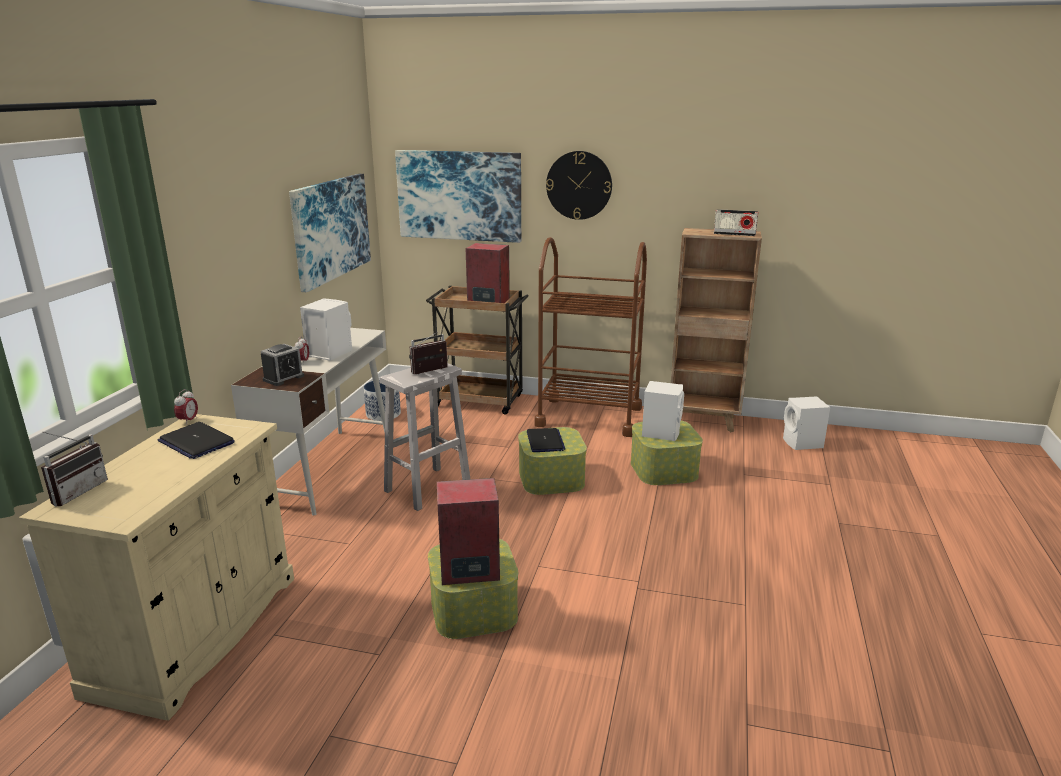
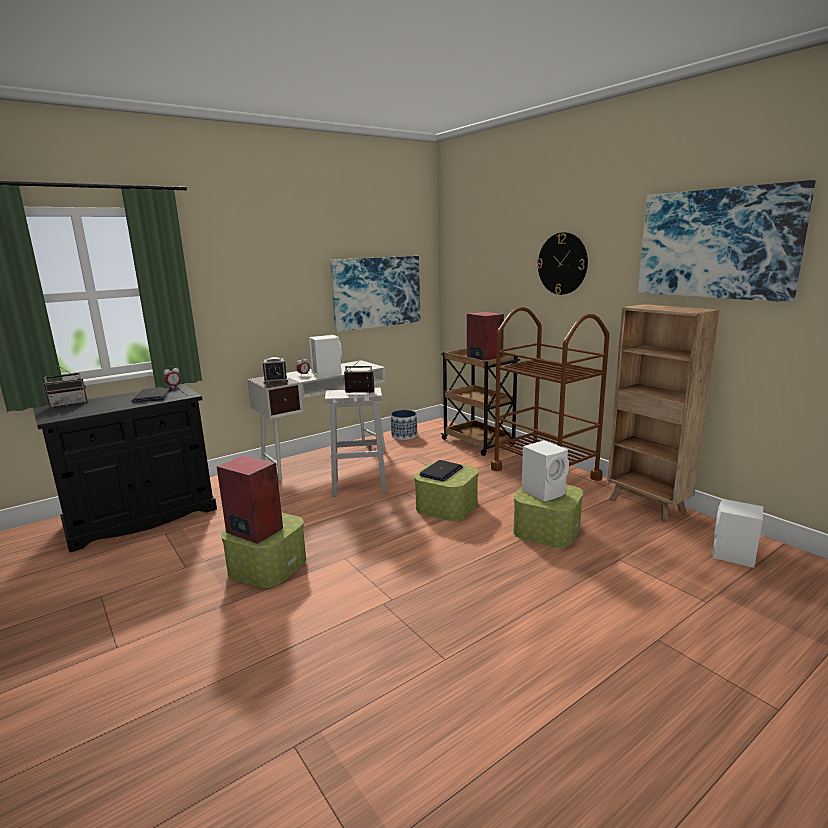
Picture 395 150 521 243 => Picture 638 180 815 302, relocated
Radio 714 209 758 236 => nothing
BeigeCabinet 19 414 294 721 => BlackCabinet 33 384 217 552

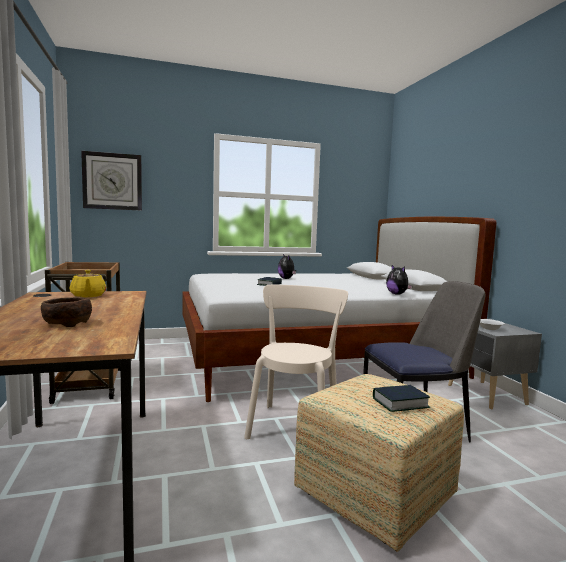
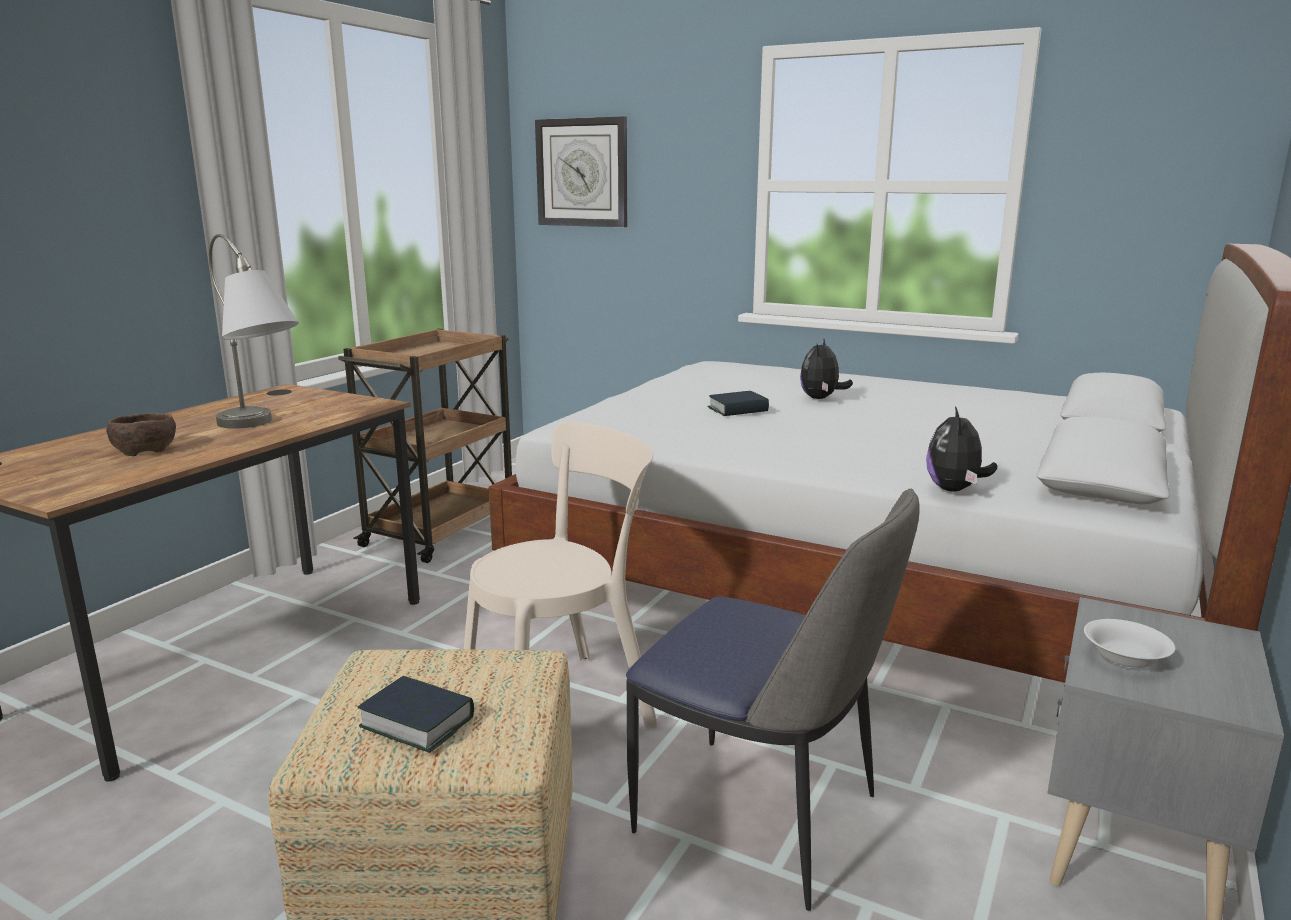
YellowTeapot 70 270 106 297 => nothing
nothing => GreyTableLamp 209 234 299 429

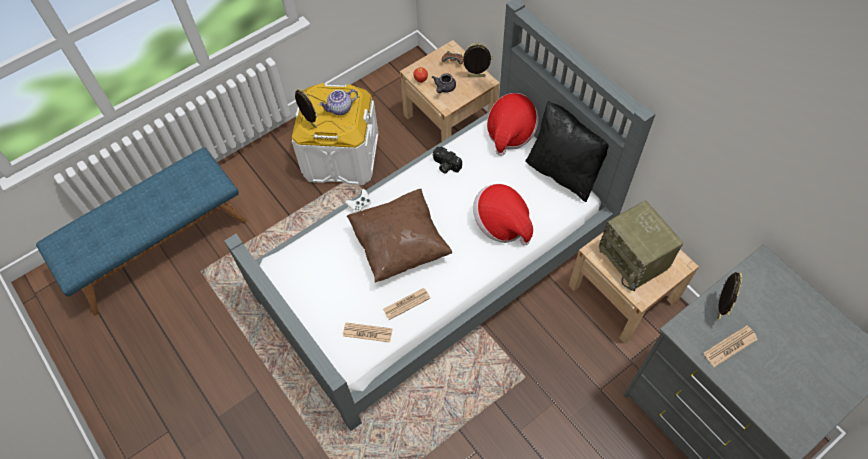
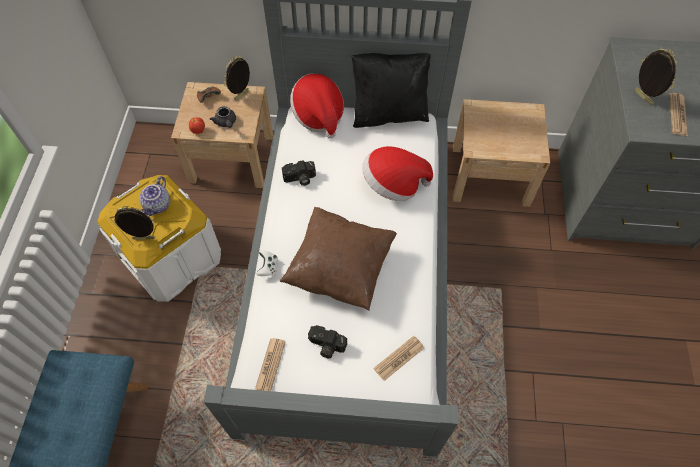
Radio 599 201 683 291 => nothing
Newspaper 383 288 430 320 => Newspaper 255 338 286 391, relocated
nothing => PhotoCamera 308 325 347 359

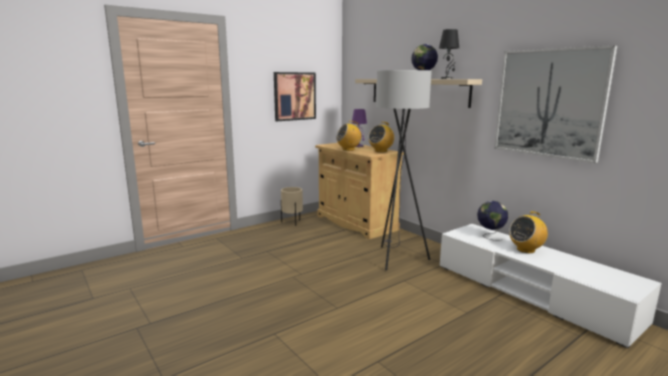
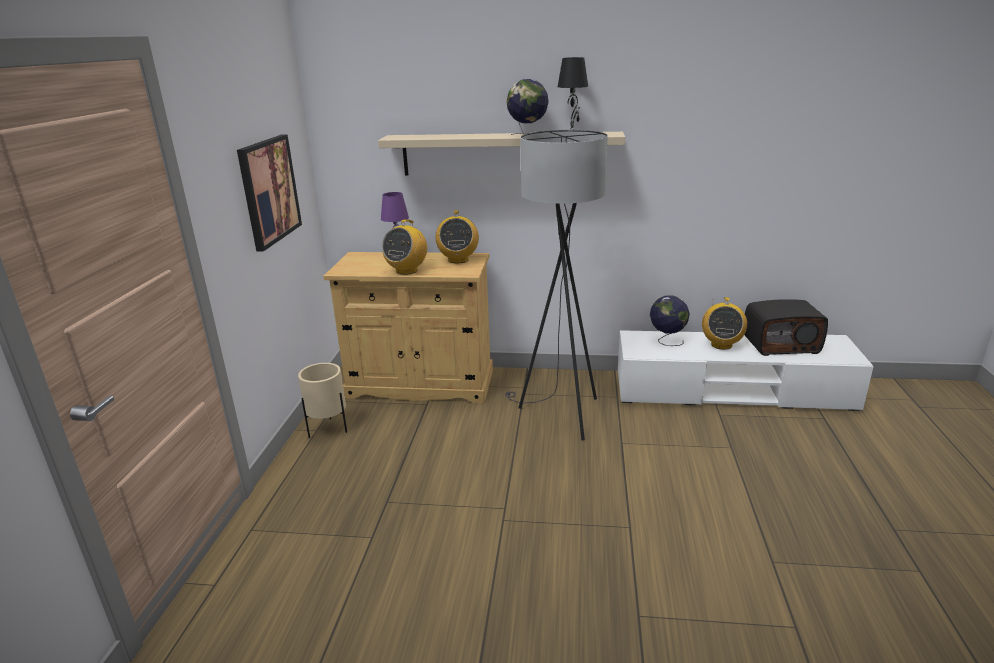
Picture 494 45 617 163 => nothing
nothing => Radio 744 299 828 356

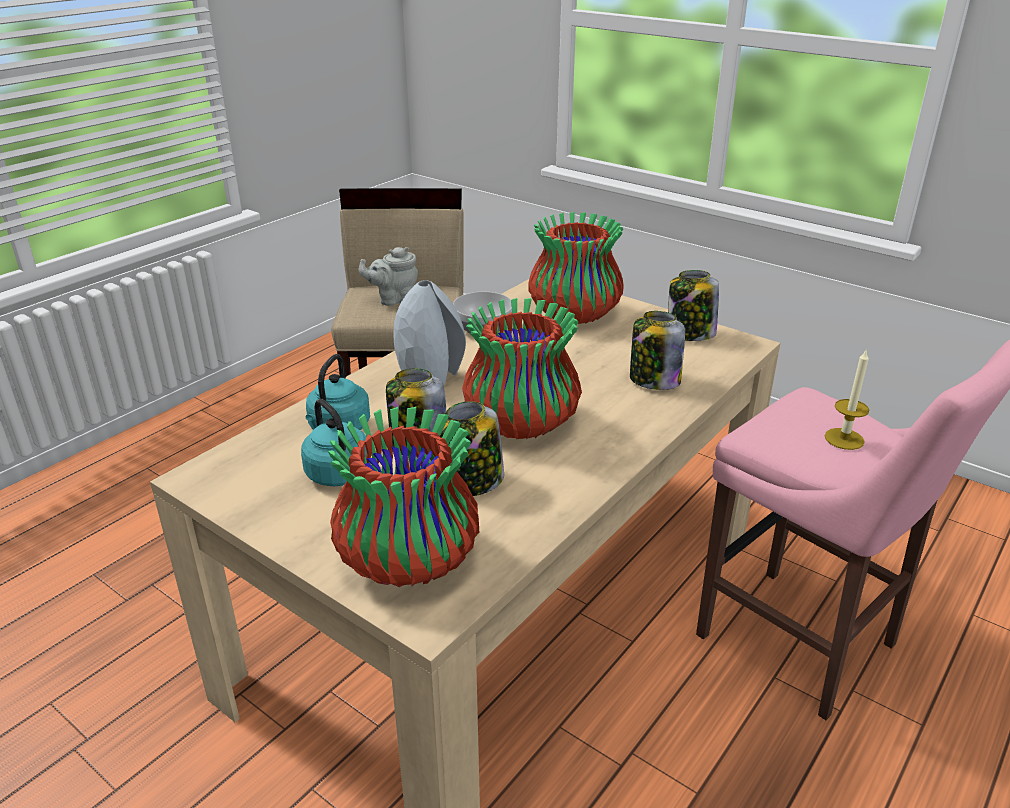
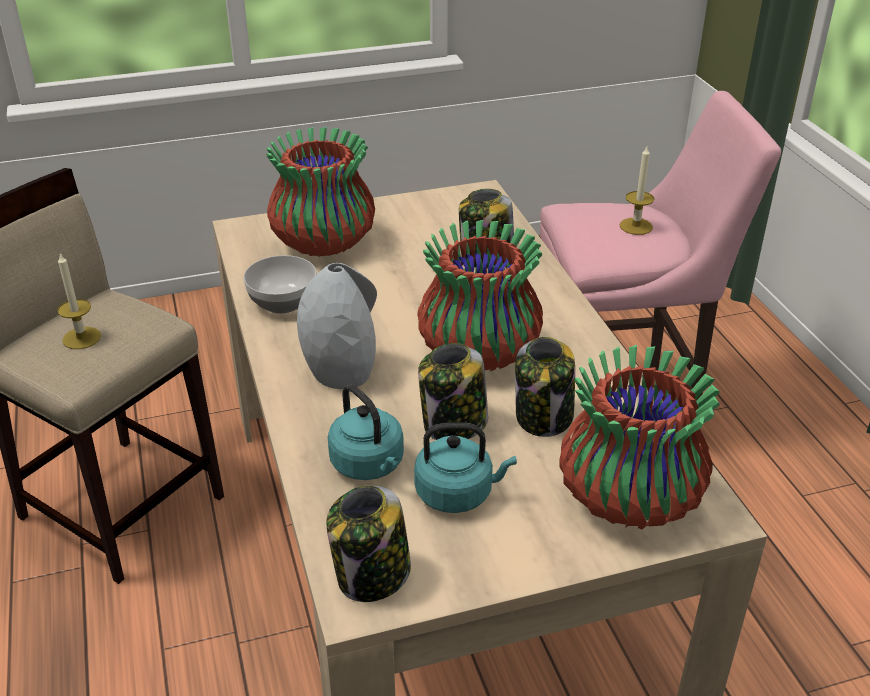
GreyTeapot 359 247 418 306 => Candle 58 253 101 349
Jar 668 270 719 341 => Jar 326 486 411 602, relocated

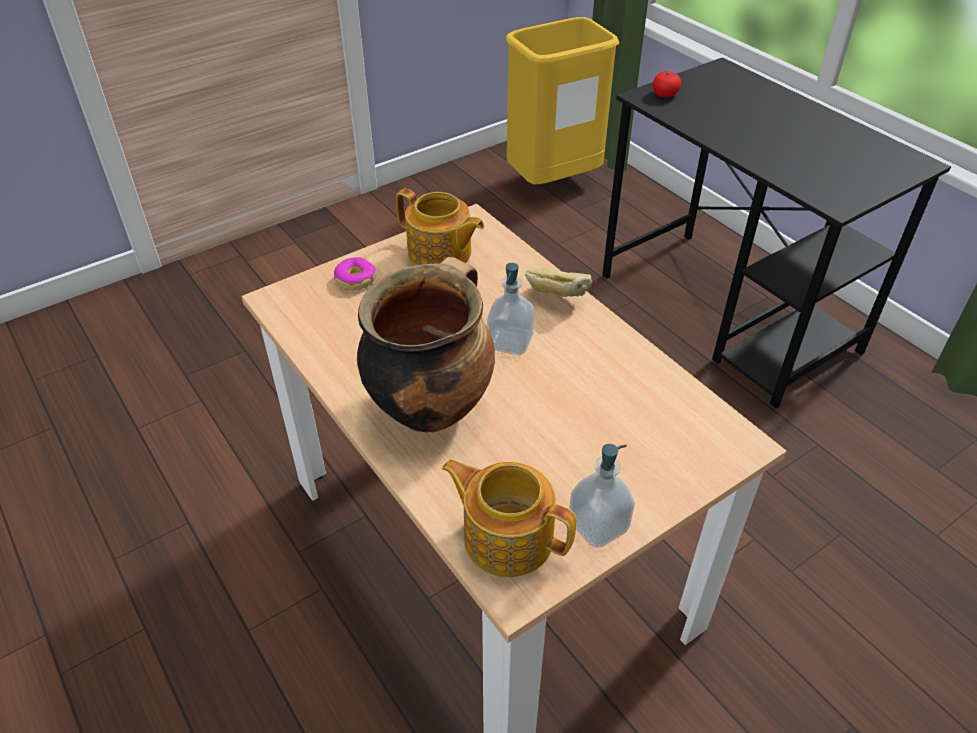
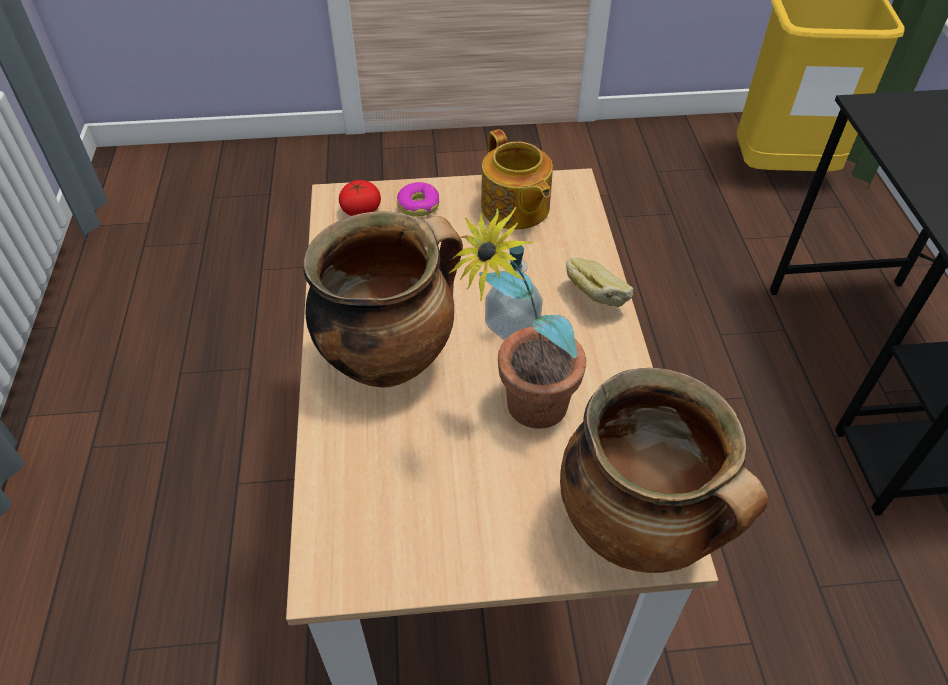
Tomato 653 71 682 97 => Tomato 339 180 381 216, relocated
SoapDispenser 569 444 635 548 => nothing
Teapot 441 459 576 577 => nothing
nothing => PottedPlant 449 207 586 429
nothing => CookingPot 560 368 768 573

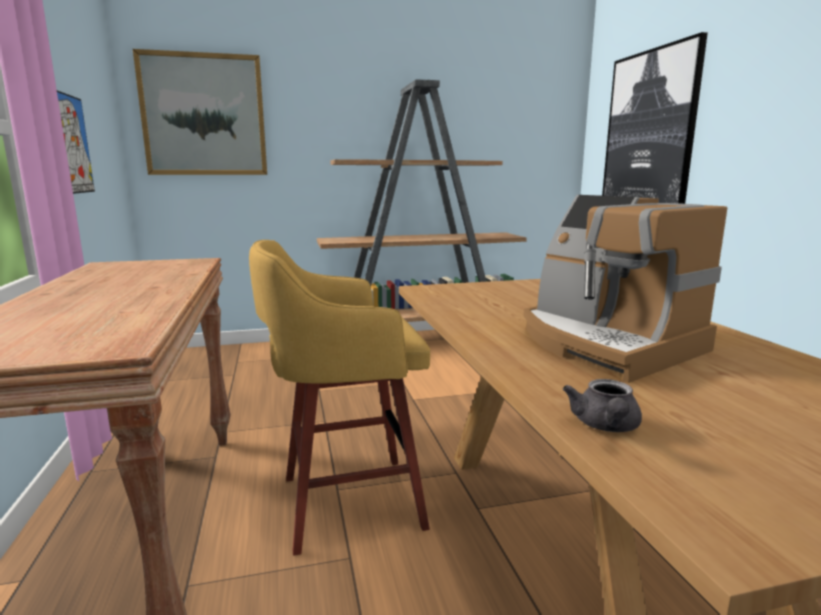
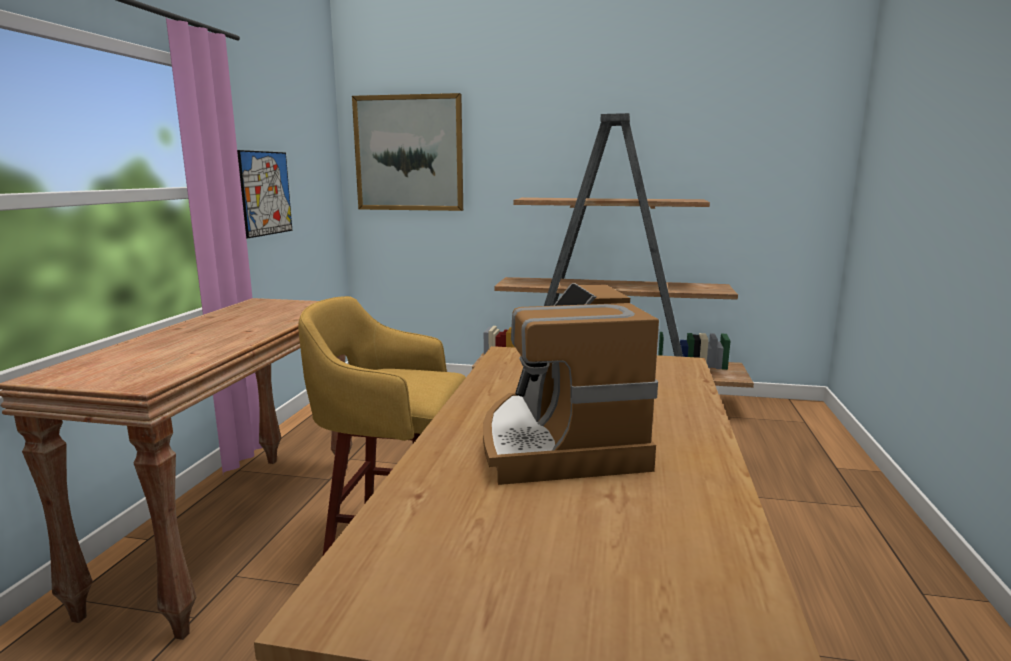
Picture 602 32 708 204 => nothing
GreyTeapot 563 379 642 432 => nothing

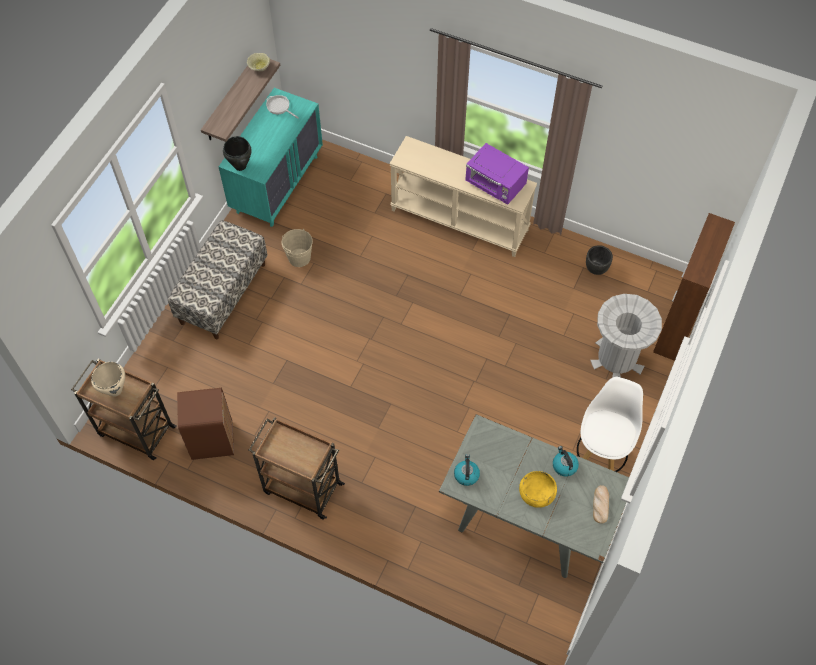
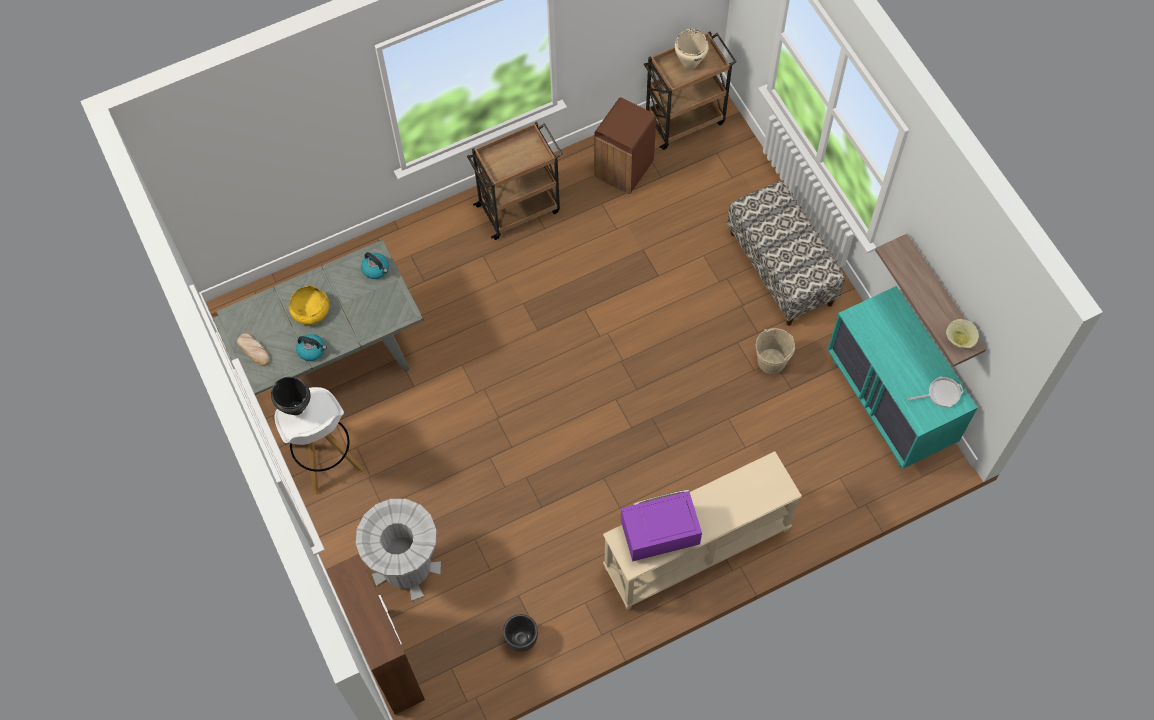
BlackCookingPot 223 136 252 171 => BlackCookingPot 271 377 310 415, relocated

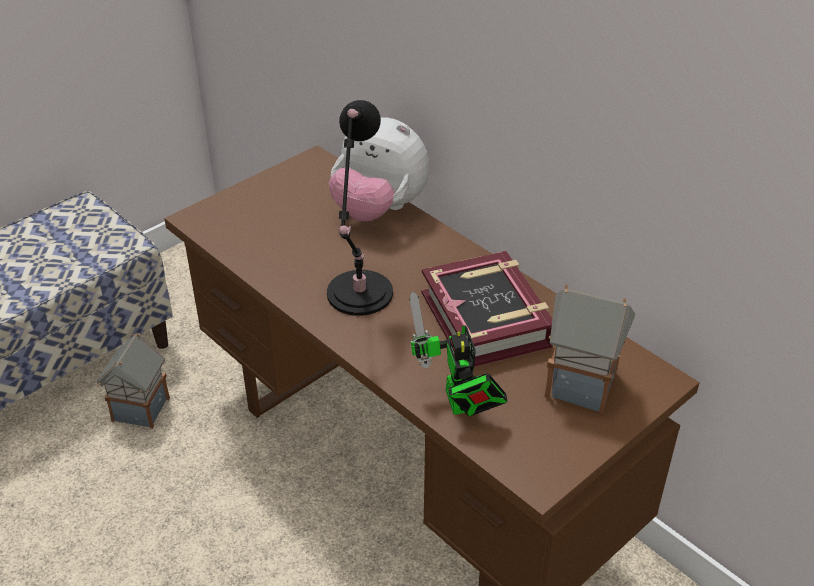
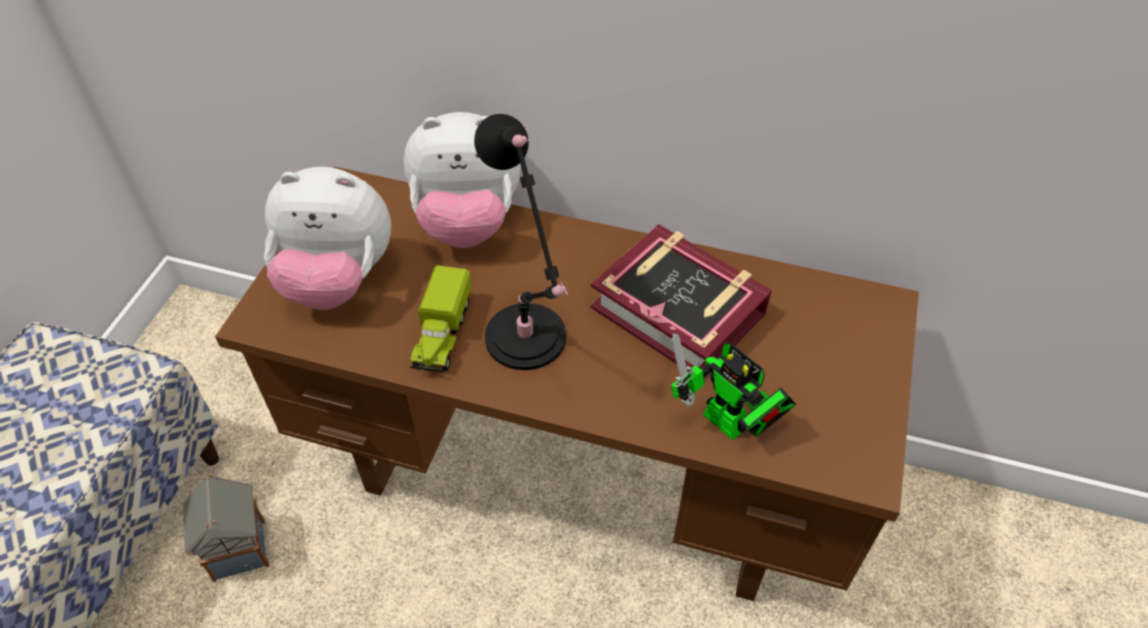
ToyHouse 544 285 635 414 => nothing
nothing => PlushToy 264 167 391 310
nothing => ToyTruck 410 265 472 372

